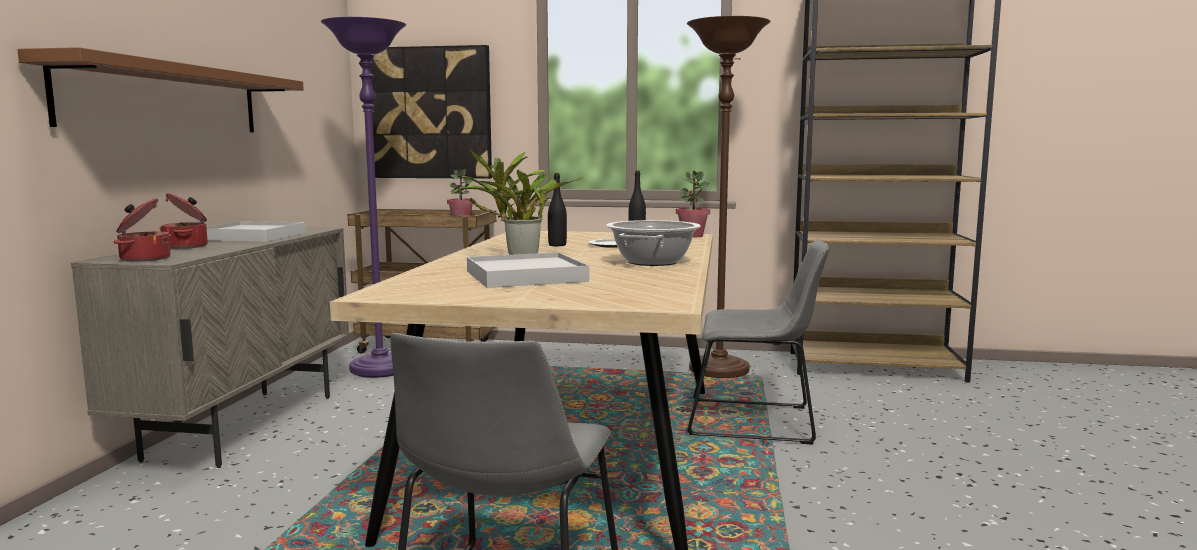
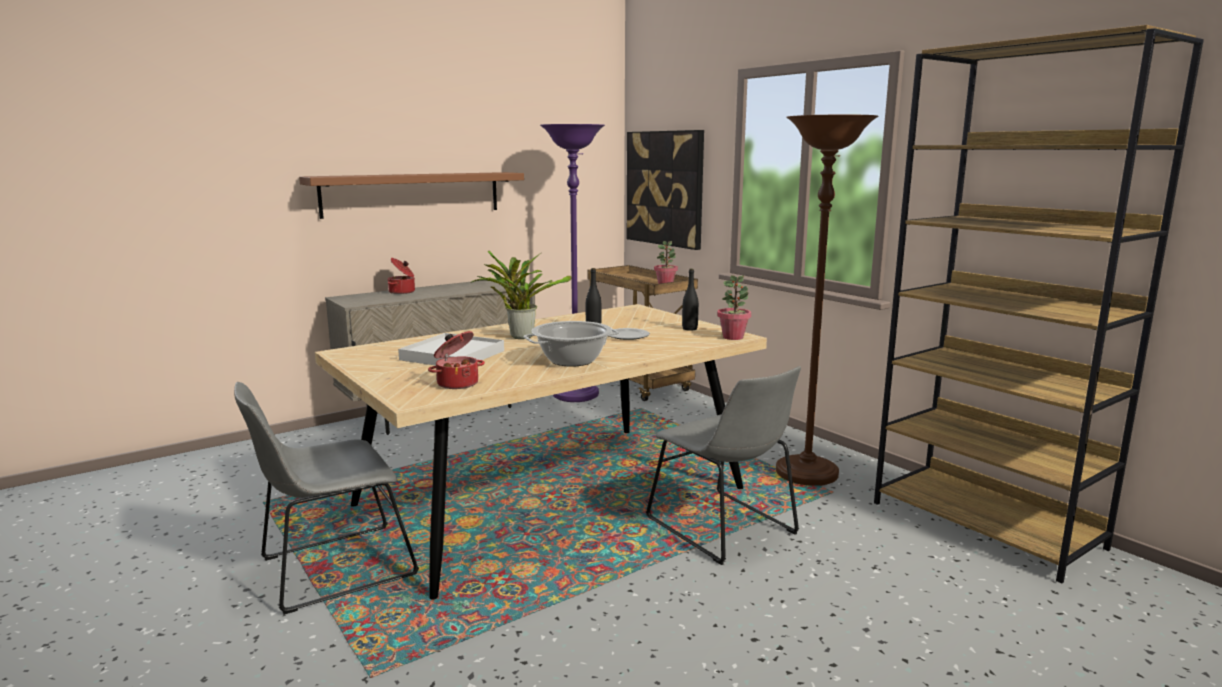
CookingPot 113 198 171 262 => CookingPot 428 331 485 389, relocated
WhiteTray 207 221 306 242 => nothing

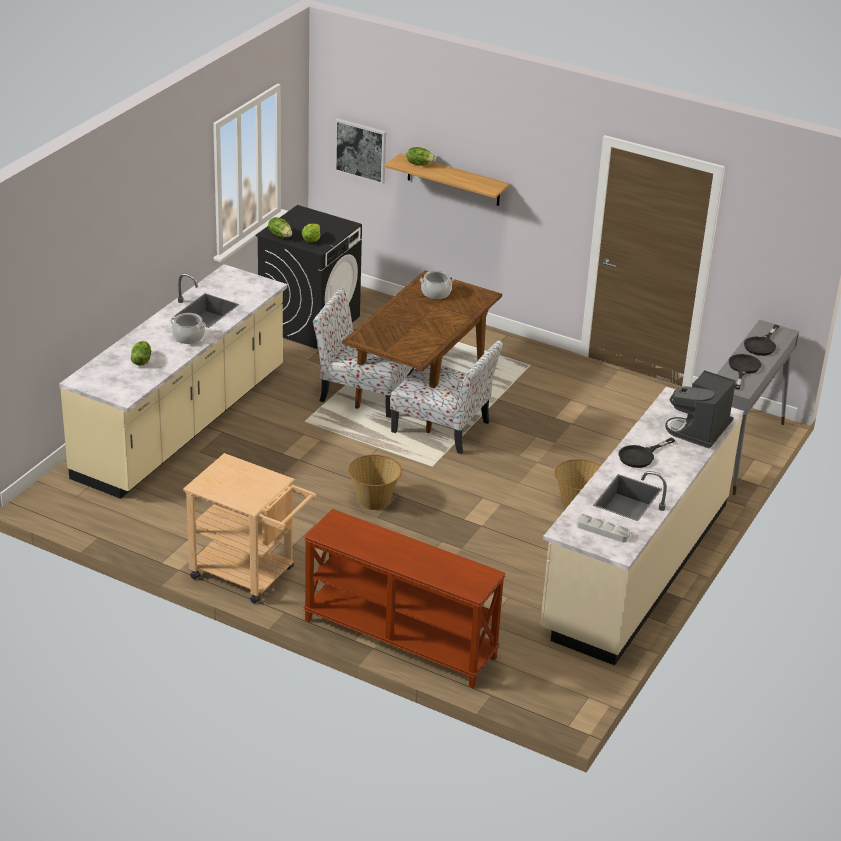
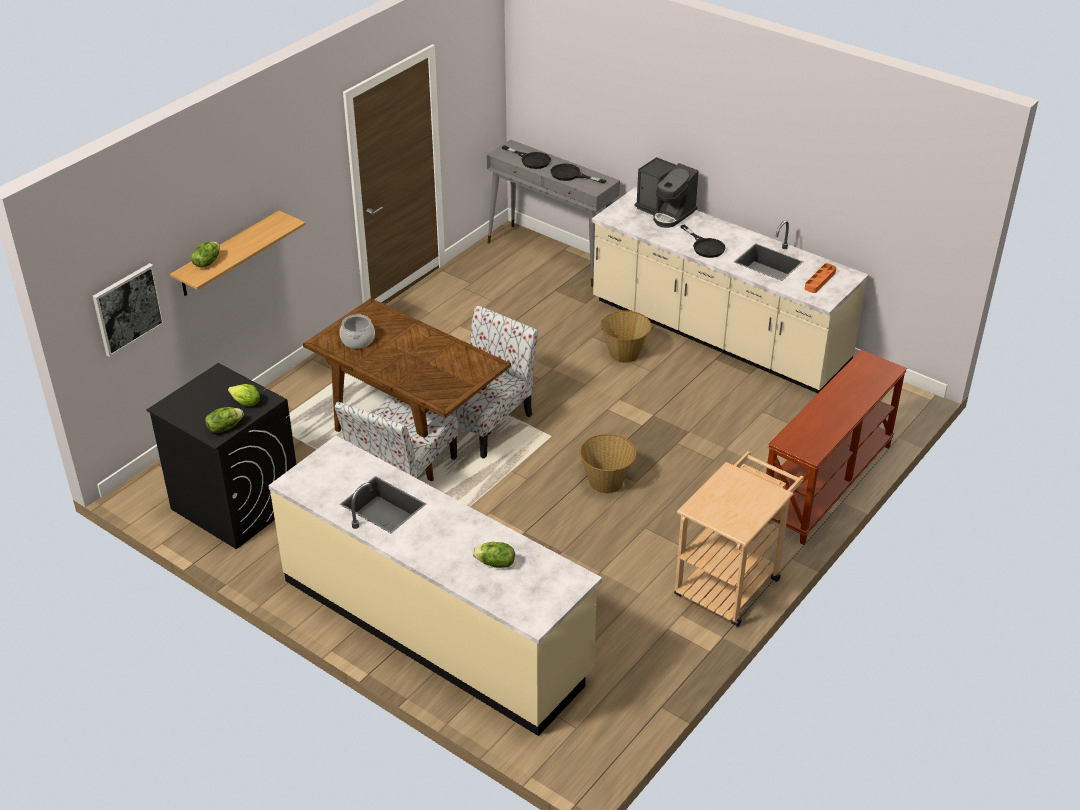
CookingPot 170 313 206 344 => nothing
GreyTray 576 514 630 542 => OrangeTray 805 263 836 293

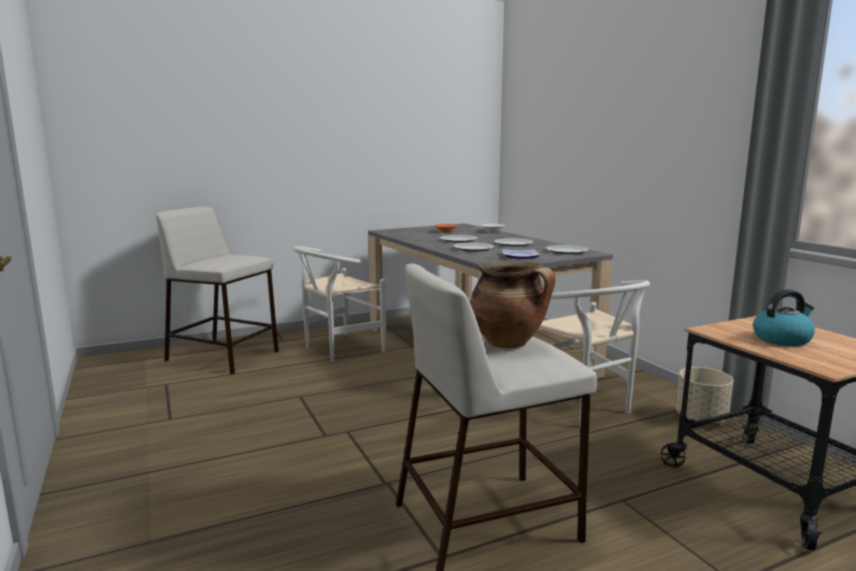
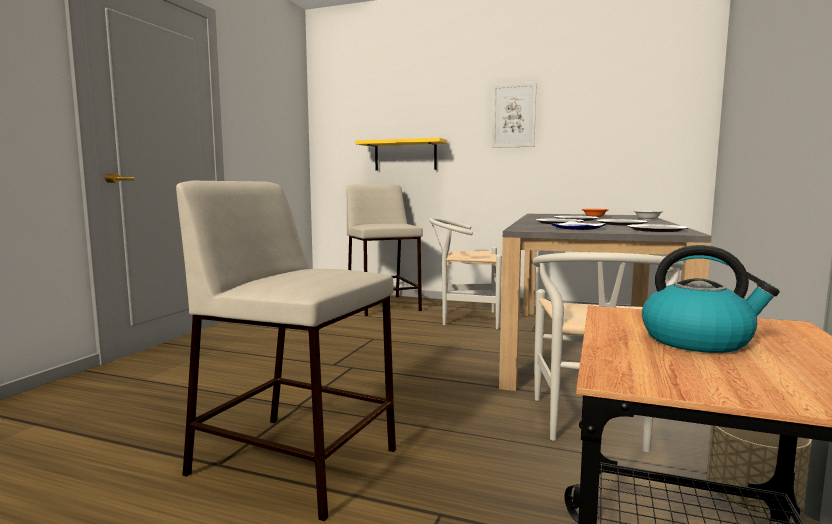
CookingPot 471 260 555 349 => nothing
nothing => Picture 492 82 536 148
nothing => YellowShelf 355 138 447 170

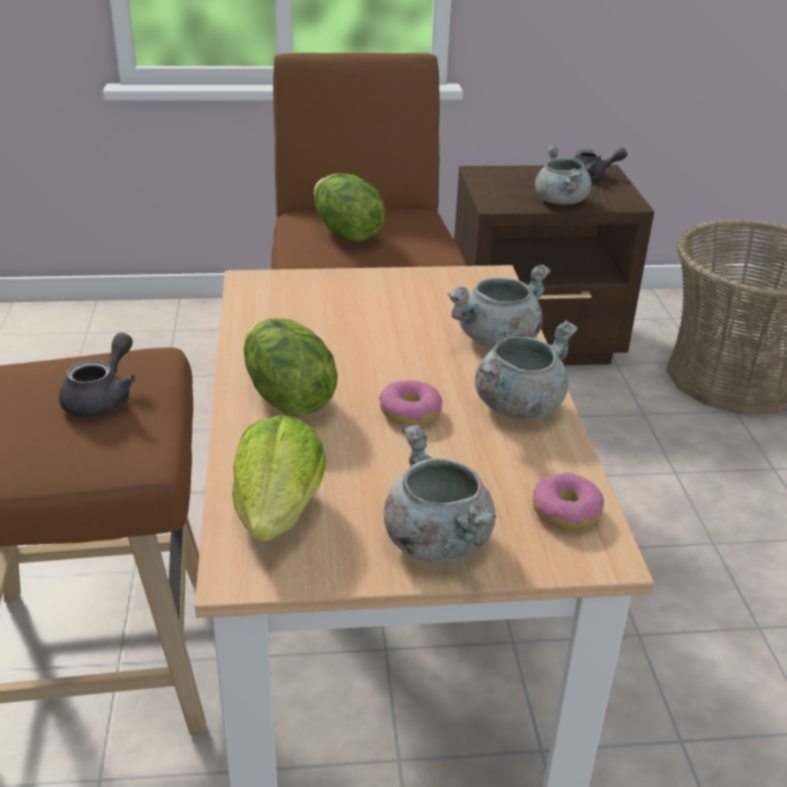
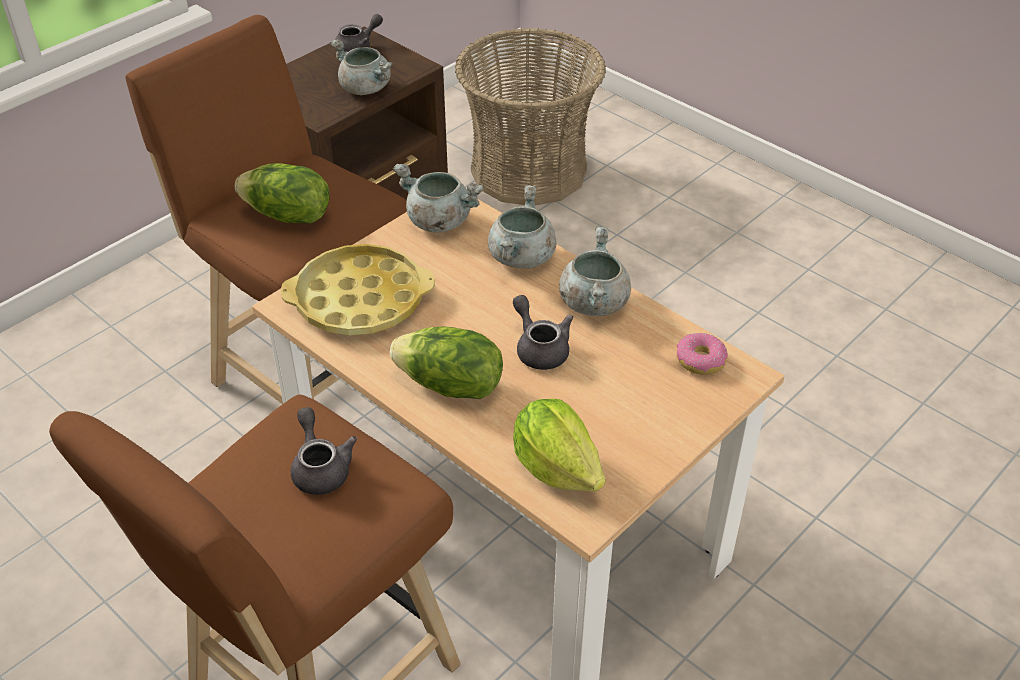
Donut 379 380 443 426 => GreyTeapot 513 295 573 370
GreyCookingPot 384 425 496 562 => GreyCookingPot 393 164 484 232, relocated
nothing => YellowTray 280 244 435 336

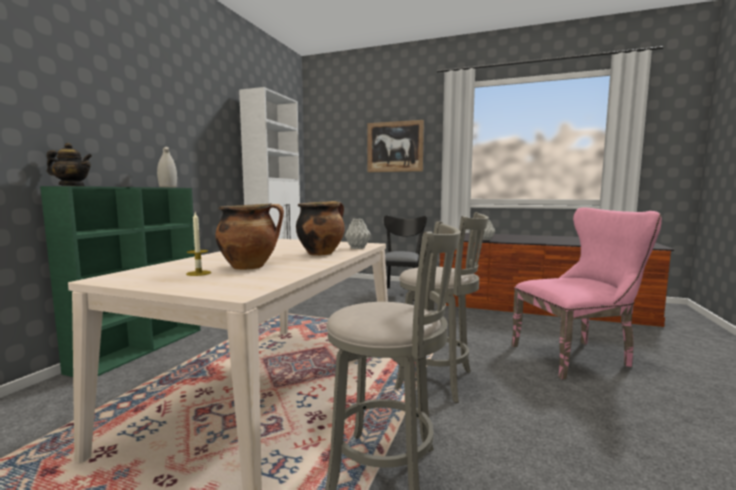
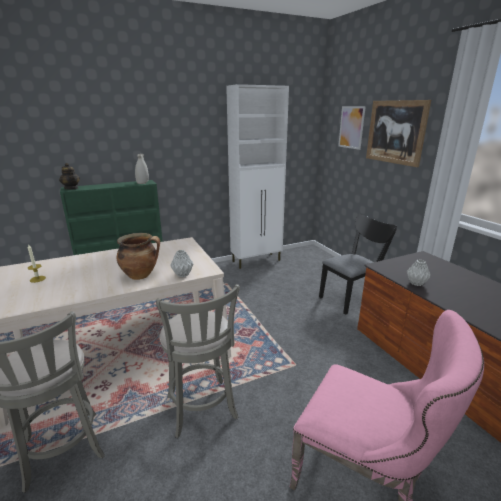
CookingPot 215 203 284 270 => nothing
nothing => Picture 338 106 366 150

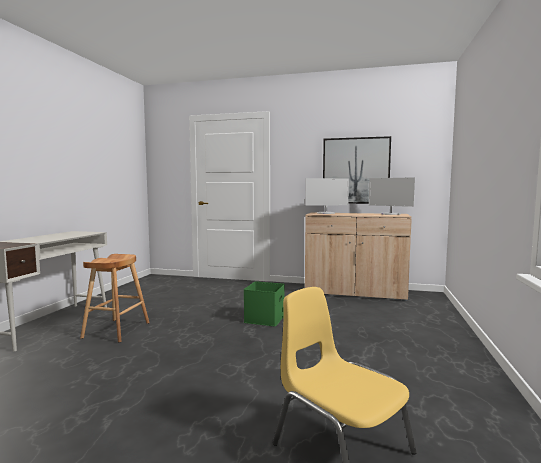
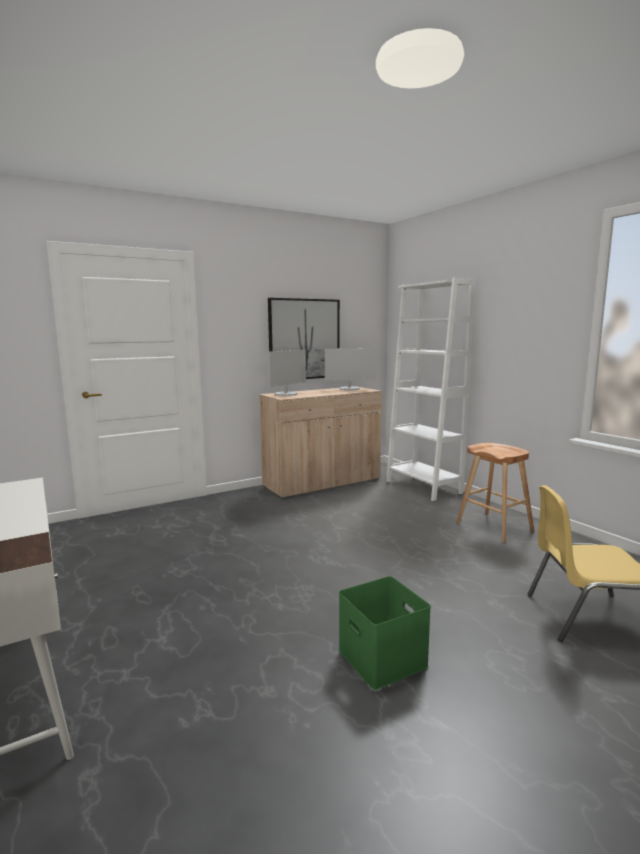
BrownStool 80 254 150 343 => BrownStool 457 443 534 543, relocated
GreenStorageBox 244 281 285 326 => GreenStorageBox 339 576 431 690, relocated
nothing => WhiteBookcase 386 278 475 501

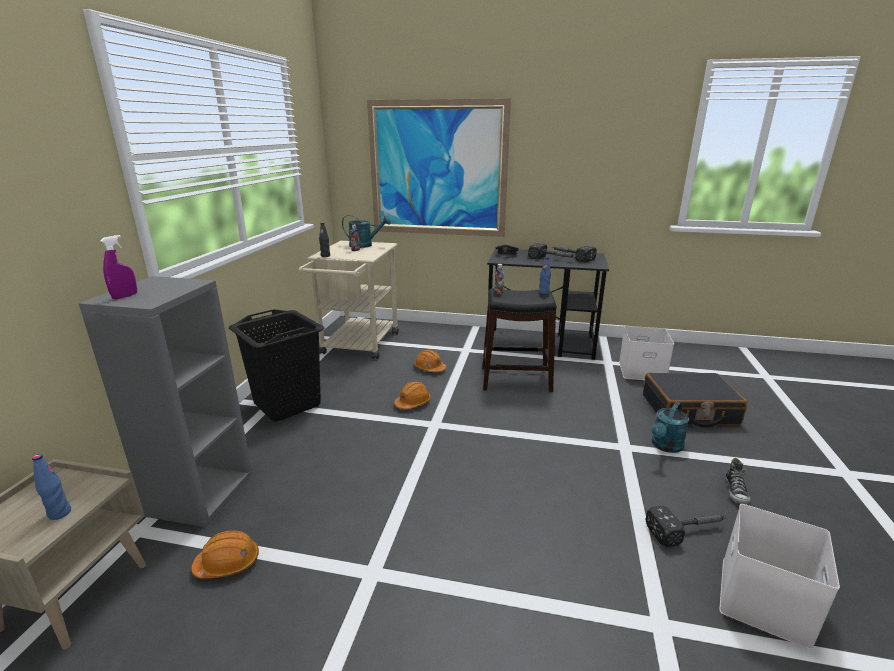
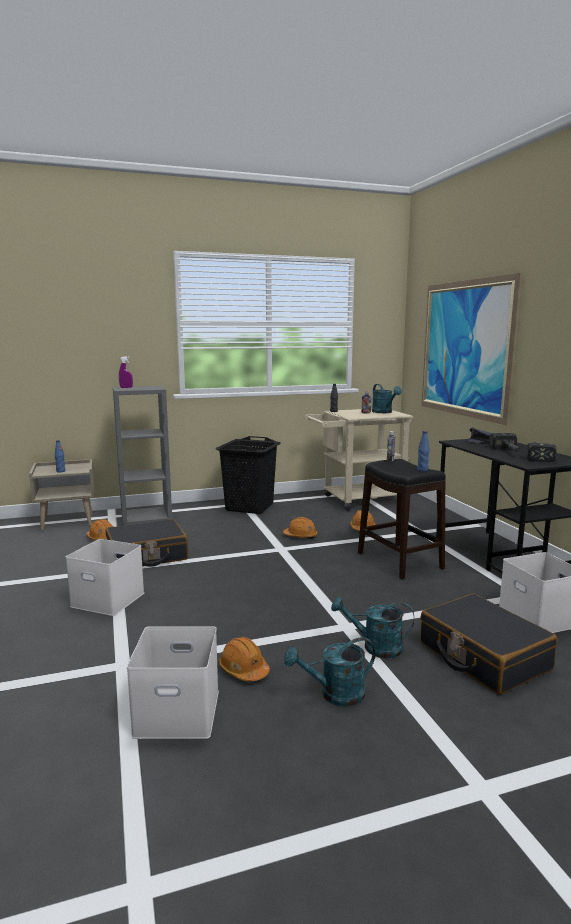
Shoe 725 458 750 505 => TurquoiseWateringCan 284 637 376 707
Hammer 645 506 726 547 => OrangeHardHat 219 637 270 681
nothing => BlackSuitcase 106 519 188 567
nothing => WhiteStorageBox 66 539 144 616

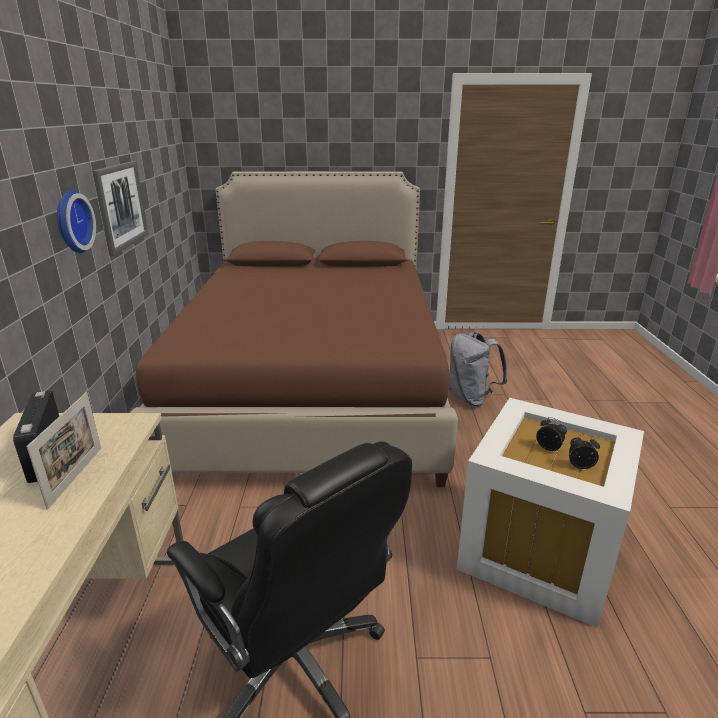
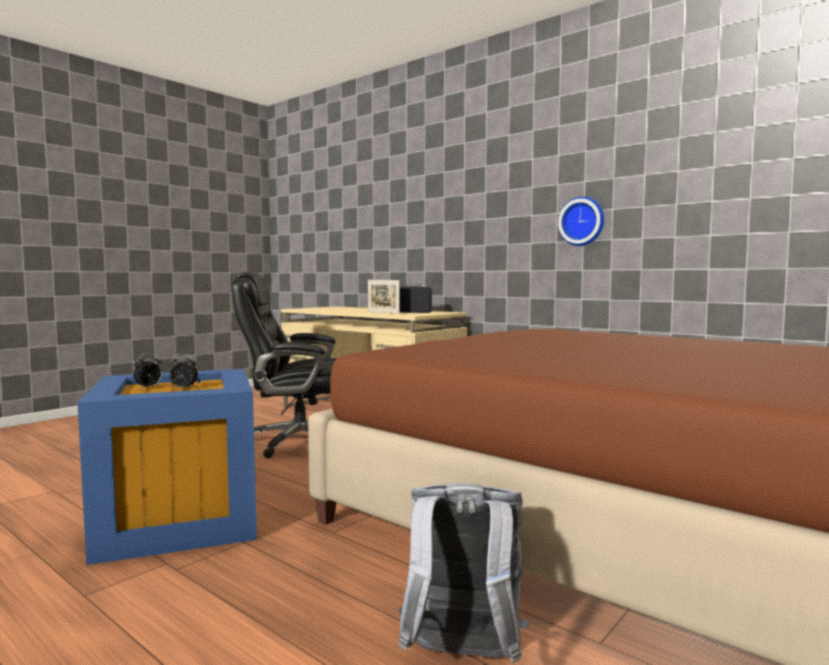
Picture 92 161 149 256 => nothing
WhiteStorageBox 457 398 644 628 => BlueStorageBox 78 369 257 565

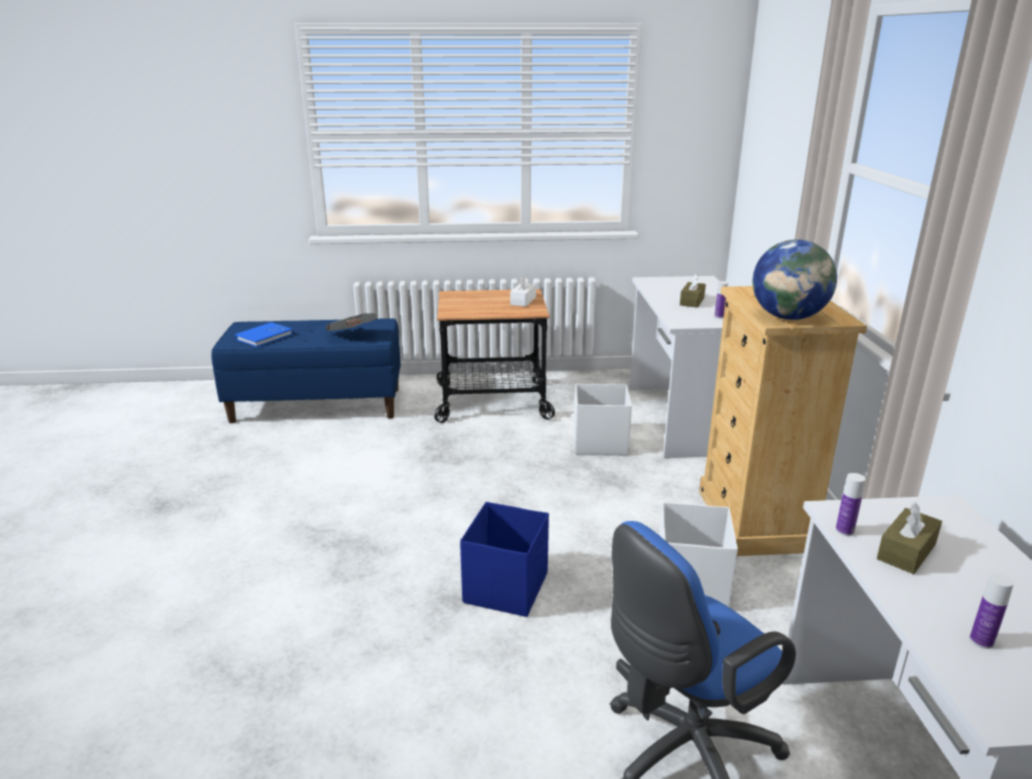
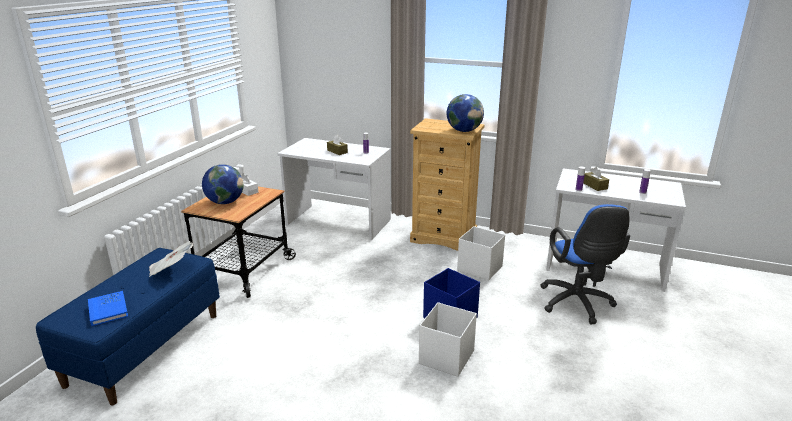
WhiteStorageBox 574 384 632 456 => WhiteStorageBox 419 302 477 377, relocated
nothing => Globe 202 164 244 204

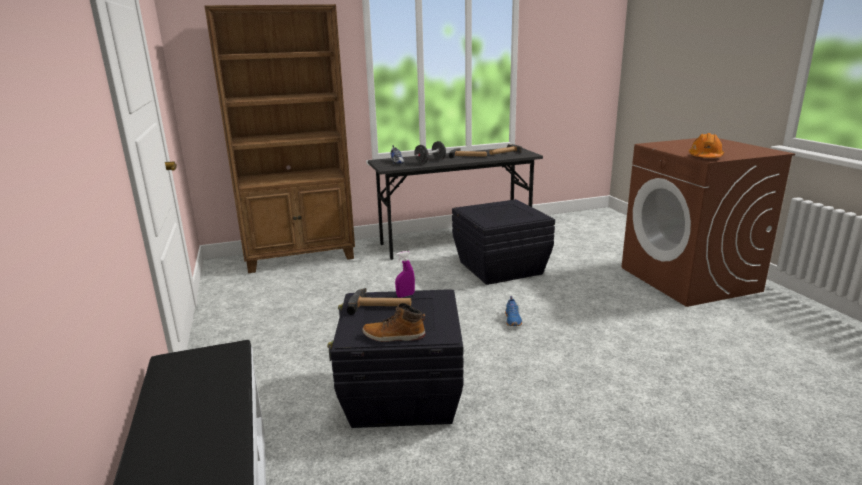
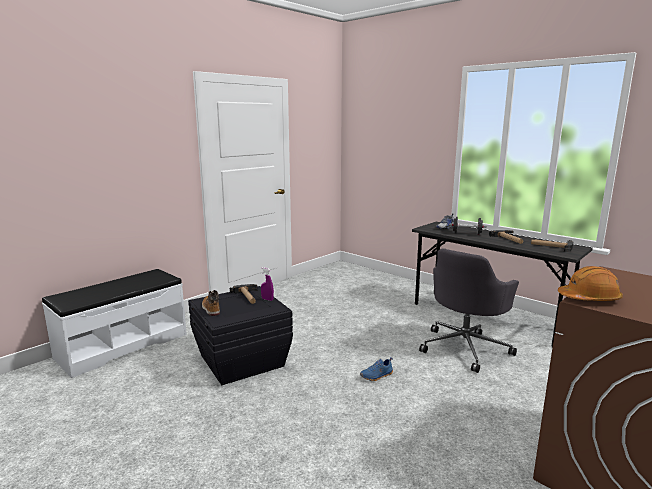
BrownBookcase 204 4 355 273 => nothing
BlackStorageBox 452 199 555 285 => GreyOfficeChair 419 248 519 373

